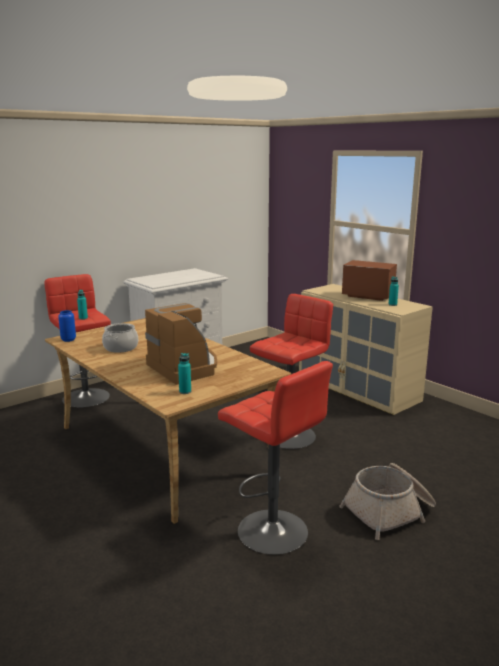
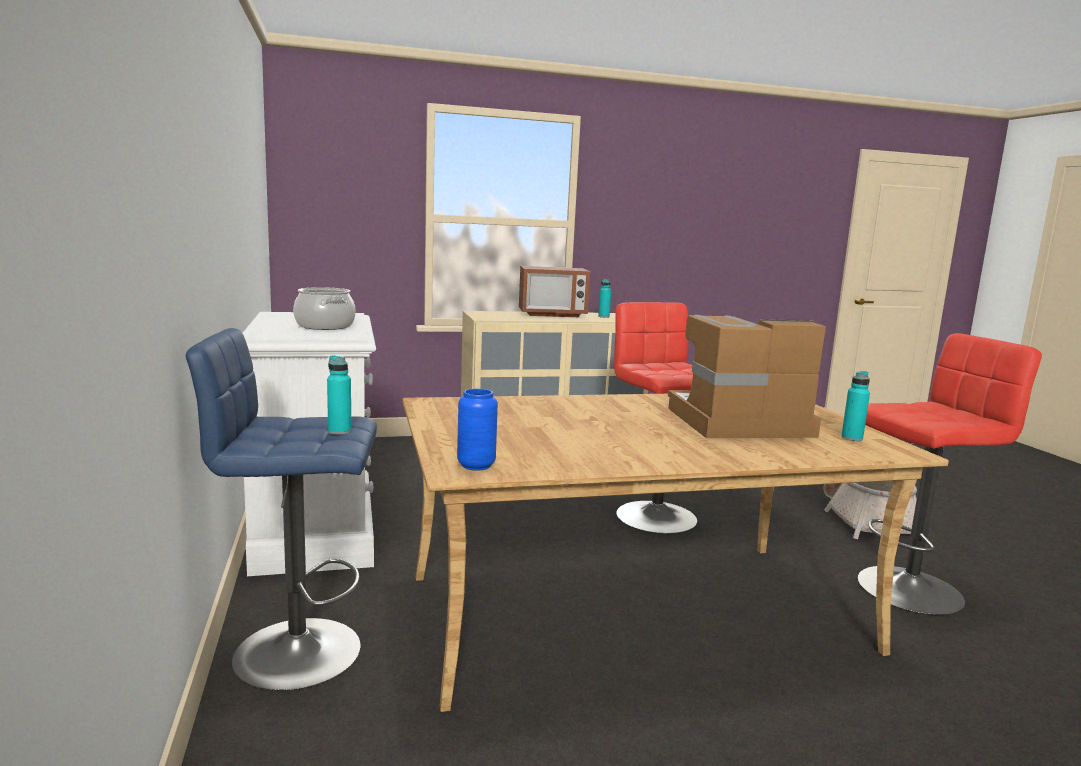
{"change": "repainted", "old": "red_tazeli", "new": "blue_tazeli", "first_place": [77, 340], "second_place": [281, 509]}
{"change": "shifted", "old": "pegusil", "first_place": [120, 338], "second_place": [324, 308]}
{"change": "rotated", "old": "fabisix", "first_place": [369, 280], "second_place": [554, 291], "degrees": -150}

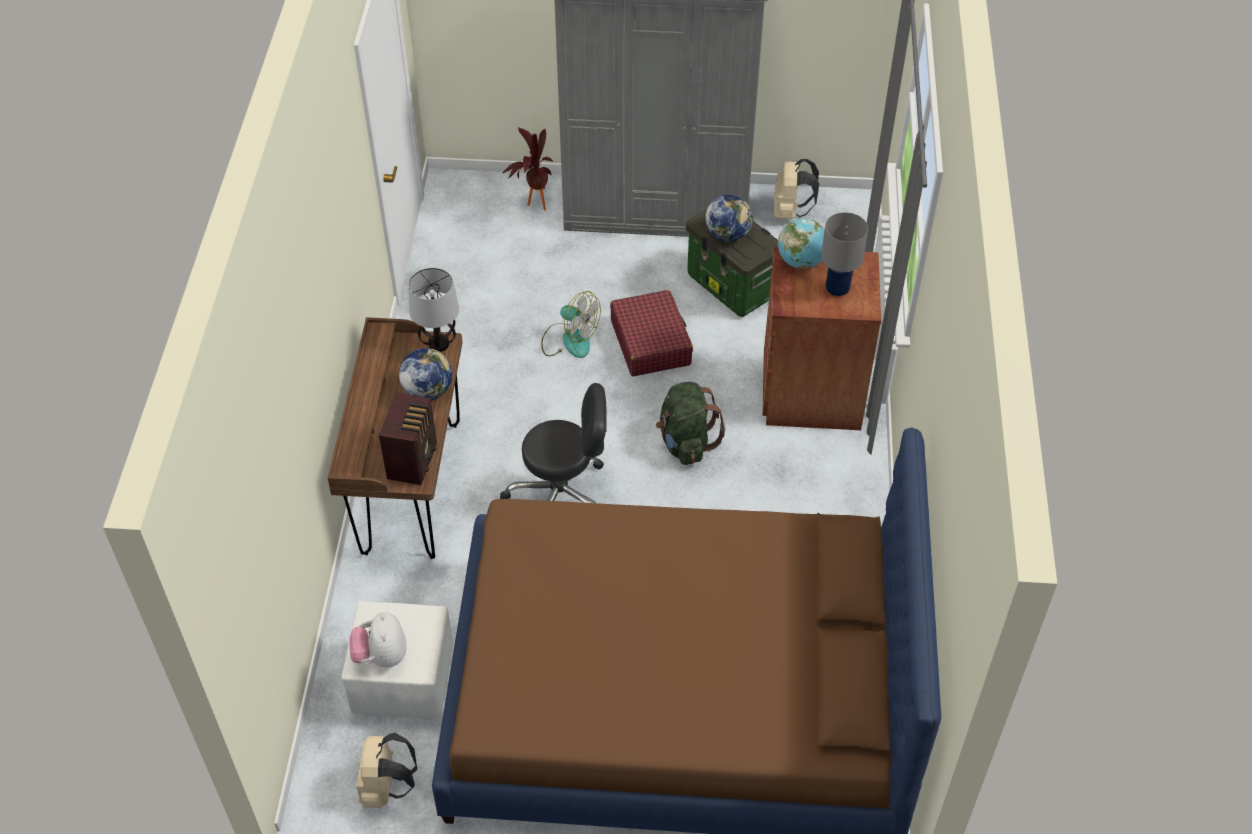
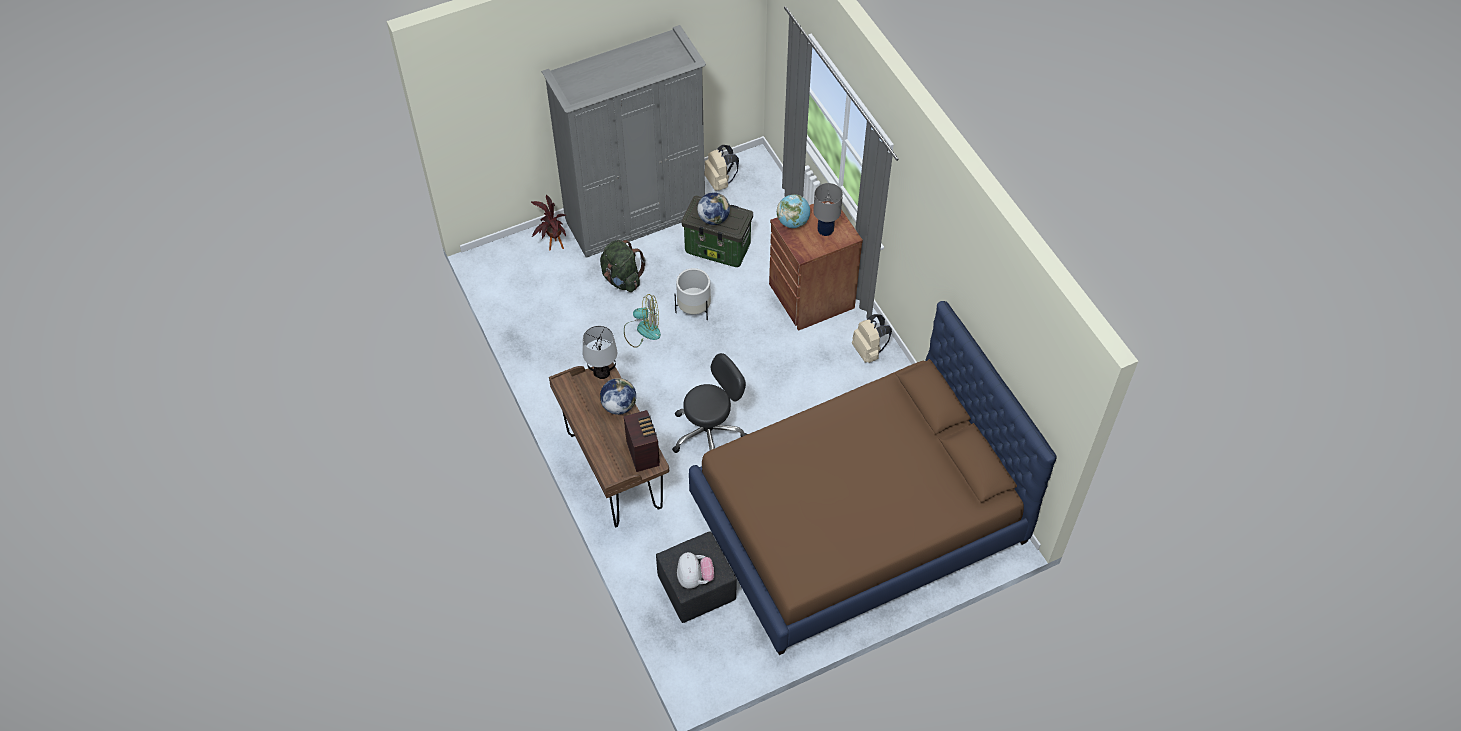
{"change": "repainted", "old": "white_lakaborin", "new": "black_lakaborin", "first_place": [397, 660], "second_place": [696, 577]}
{"change": "rotated", "old": "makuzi", "first_place": [378, 639], "second_place": [695, 570], "degrees": -150}
{"change": "shifted", "old": "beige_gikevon", "first_place": [386, 770], "second_place": [872, 338]}
{"change": "swapped", "old": "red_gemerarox", "new": "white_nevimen", "first_place": [651, 333], "second_place": [693, 294]}
{"change": "shifted", "old": "green_gikevon", "first_place": [691, 423], "second_place": [623, 266]}

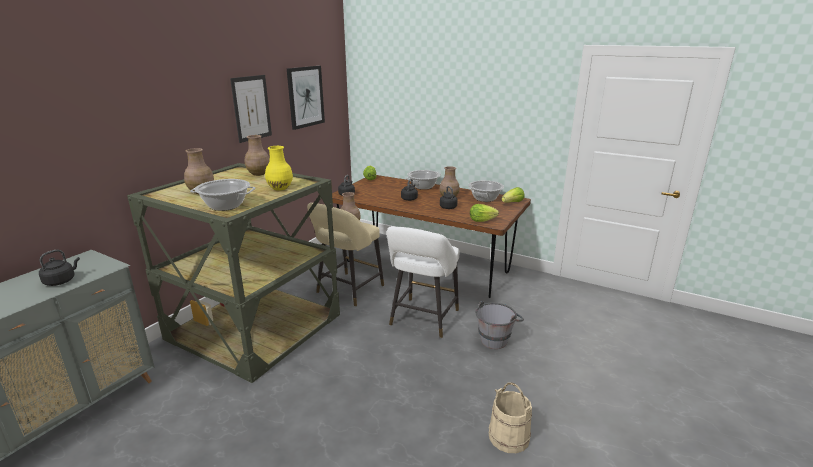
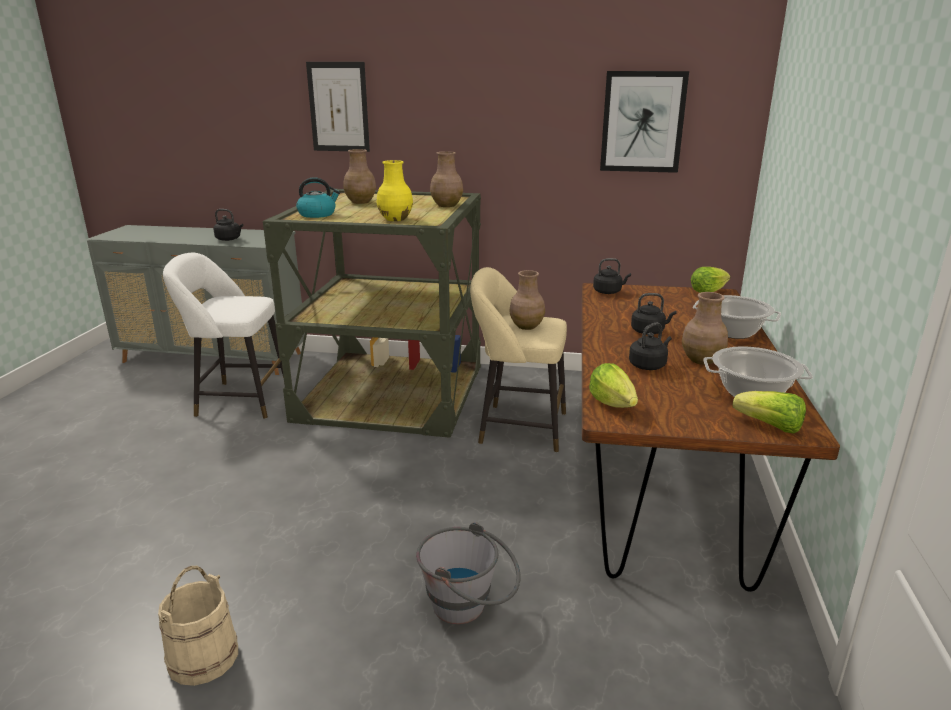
{"change": "swapped", "old": "pegusil", "new": "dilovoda", "first_place": [223, 195], "second_place": [318, 197]}
{"change": "shifted", "old": "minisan", "first_place": [251, 109], "second_place": [338, 107]}
{"change": "shifted", "old": "white_tazeli", "first_place": [423, 282], "second_place": [223, 336]}

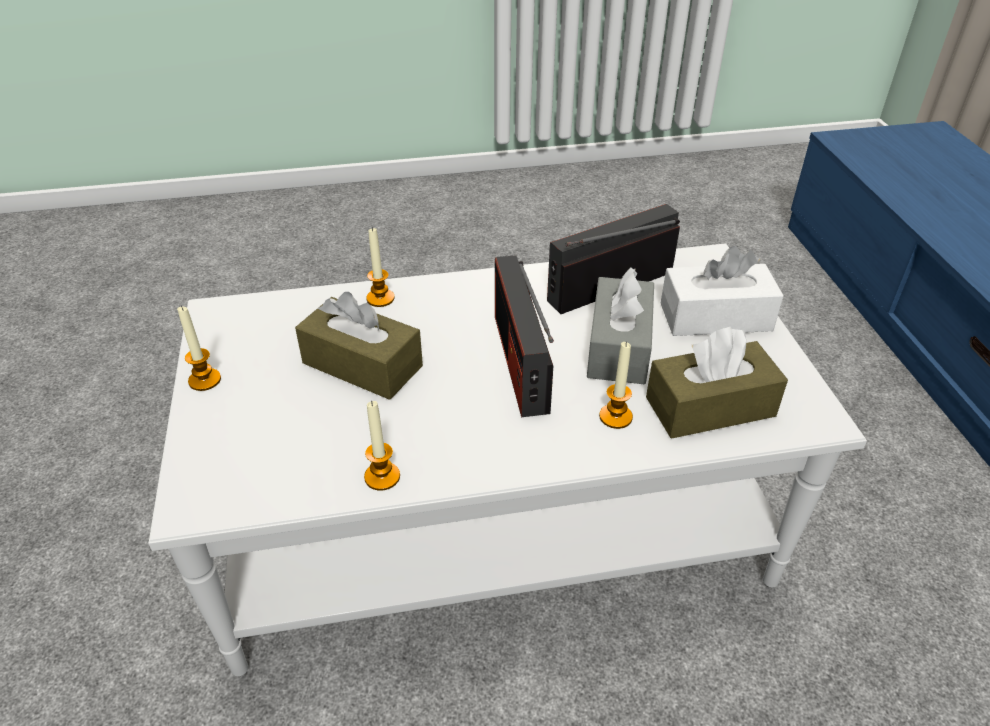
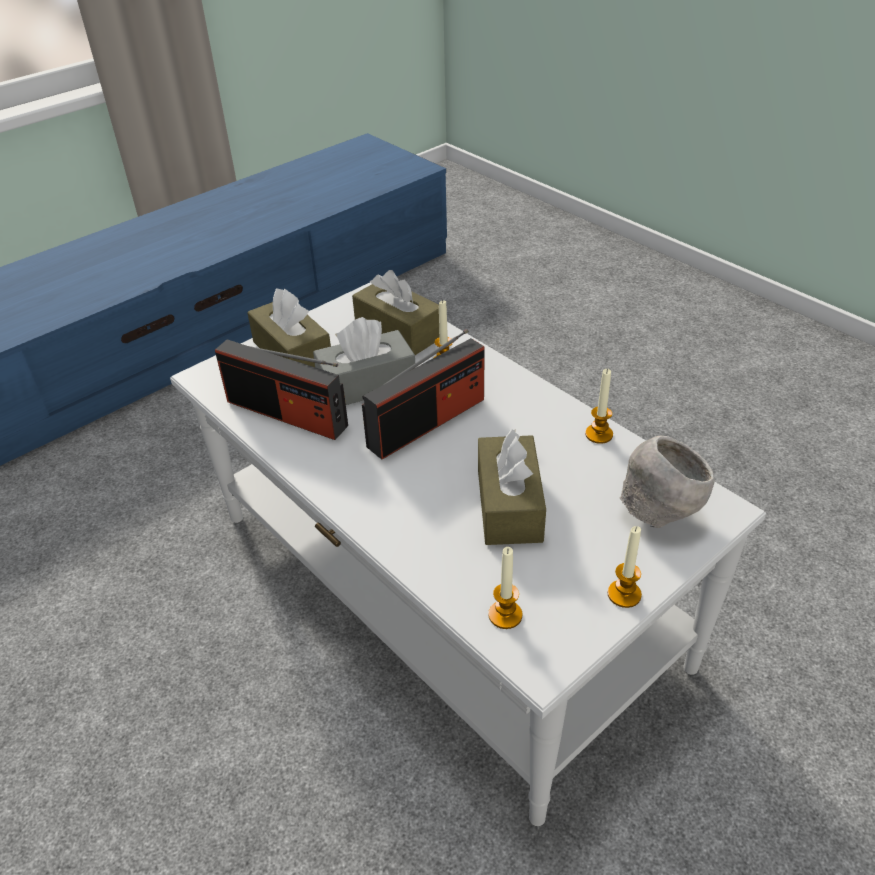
{"change": "shifted", "old": "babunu", "first_place": [380, 267], "second_place": [505, 588]}
{"change": "repainted", "old": "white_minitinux", "new": "brown_minitinux", "first_place": [722, 291], "second_place": [289, 327]}
{"change": "new", "new": "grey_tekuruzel", "second_place": [667, 482]}

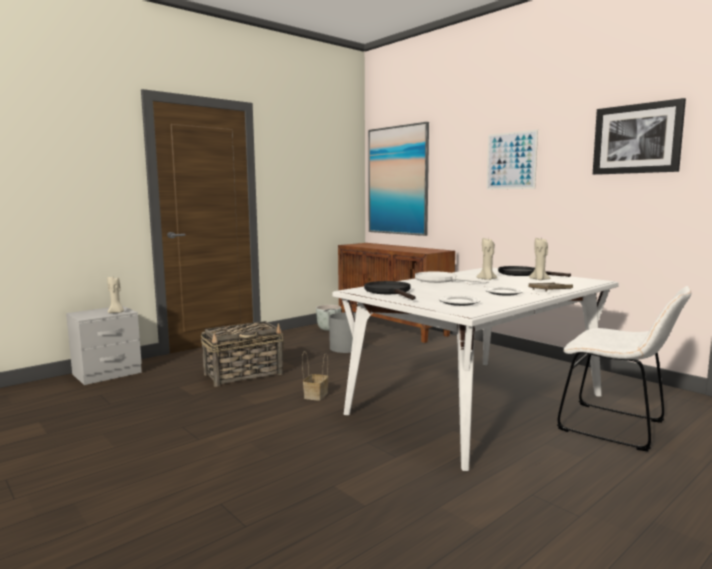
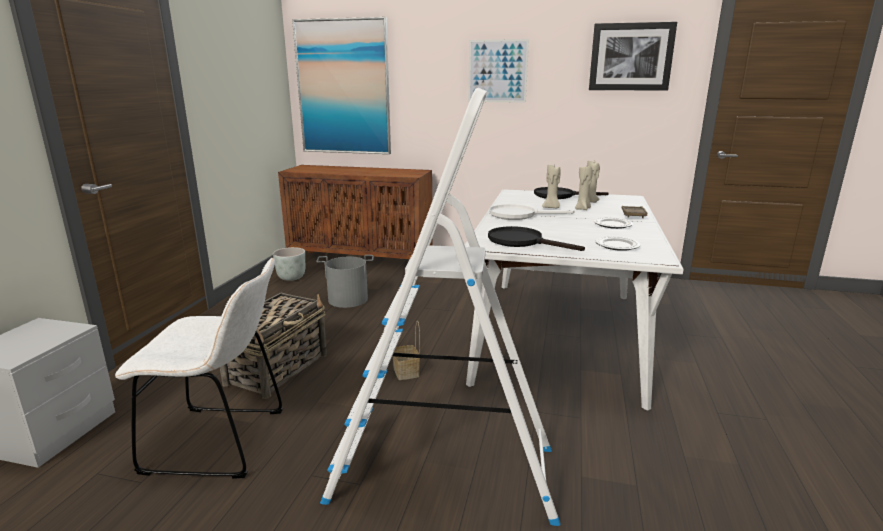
{"change": "shifted", "old": "beige_babunu", "first_place": [115, 294], "second_place": [584, 187]}
{"change": "shifted", "old": "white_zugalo", "first_place": [624, 368], "second_place": [199, 368]}
{"change": "new", "new": "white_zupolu", "second_place": [440, 307]}

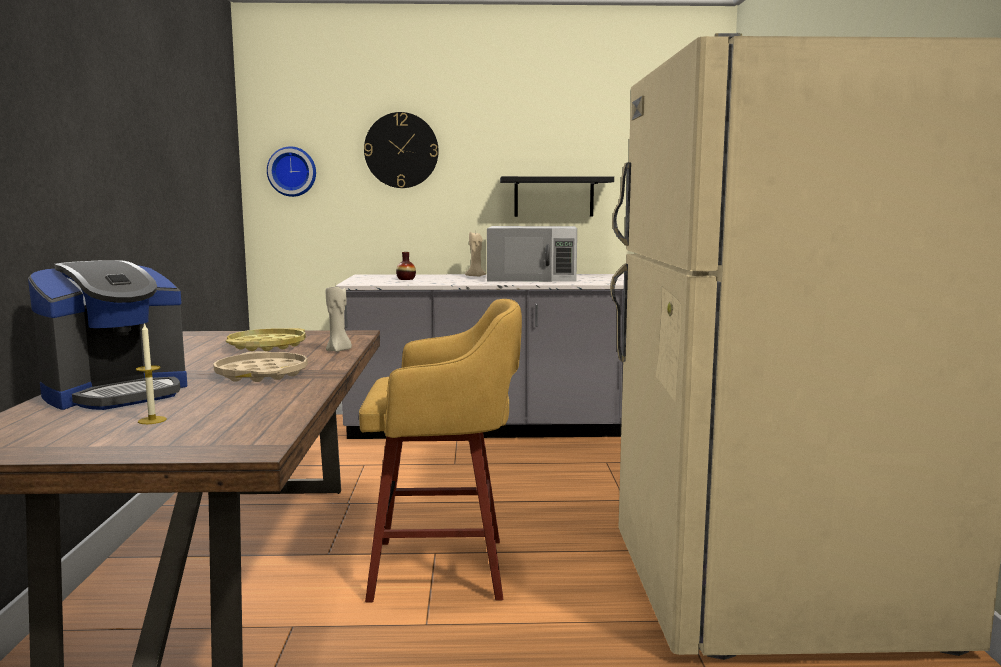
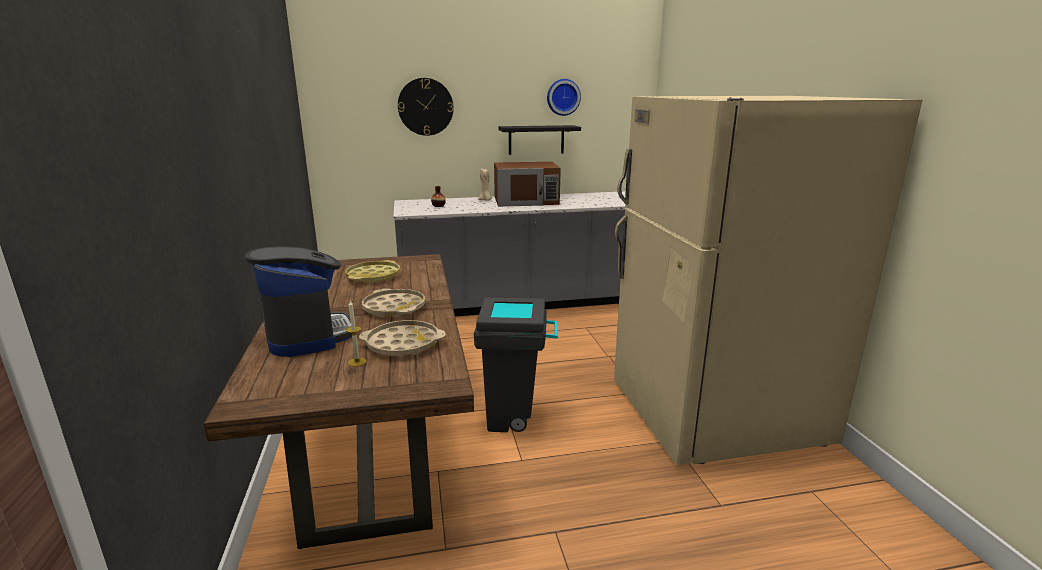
{"change": "rotated", "old": "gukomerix", "first_place": [107, 335], "second_place": [298, 301], "degrees": -60}
{"change": "shifted", "old": "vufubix", "first_place": [291, 171], "second_place": [564, 97]}
{"change": "gone", "old": "beige_babunu", "first_place": [339, 318]}
{"change": "swapped", "old": "yellow_tazeli", "new": "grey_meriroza", "first_place": [440, 450], "second_place": [516, 365]}
{"change": "repainted", "old": "white_fabisix", "new": "brown_fabisix", "first_place": [532, 254], "second_place": [527, 184]}
{"change": "new", "new": "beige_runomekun", "second_place": [402, 338]}

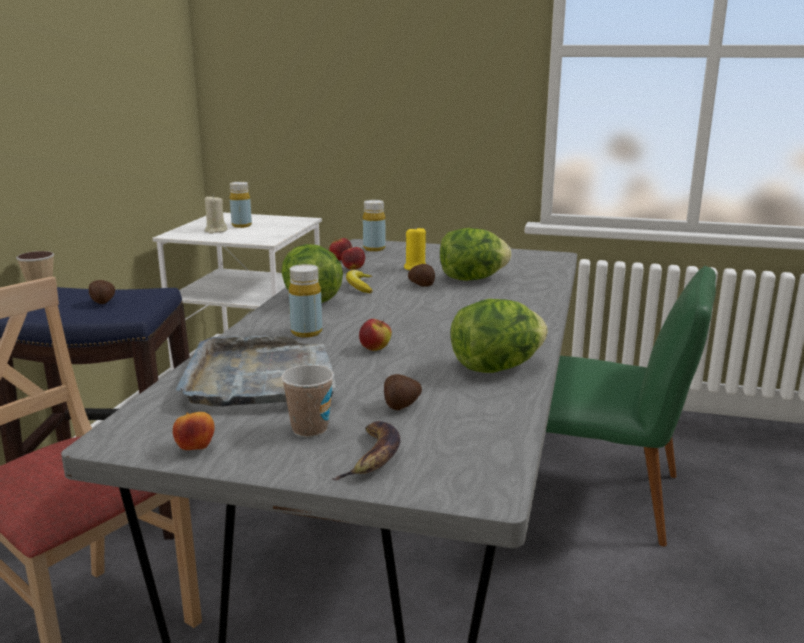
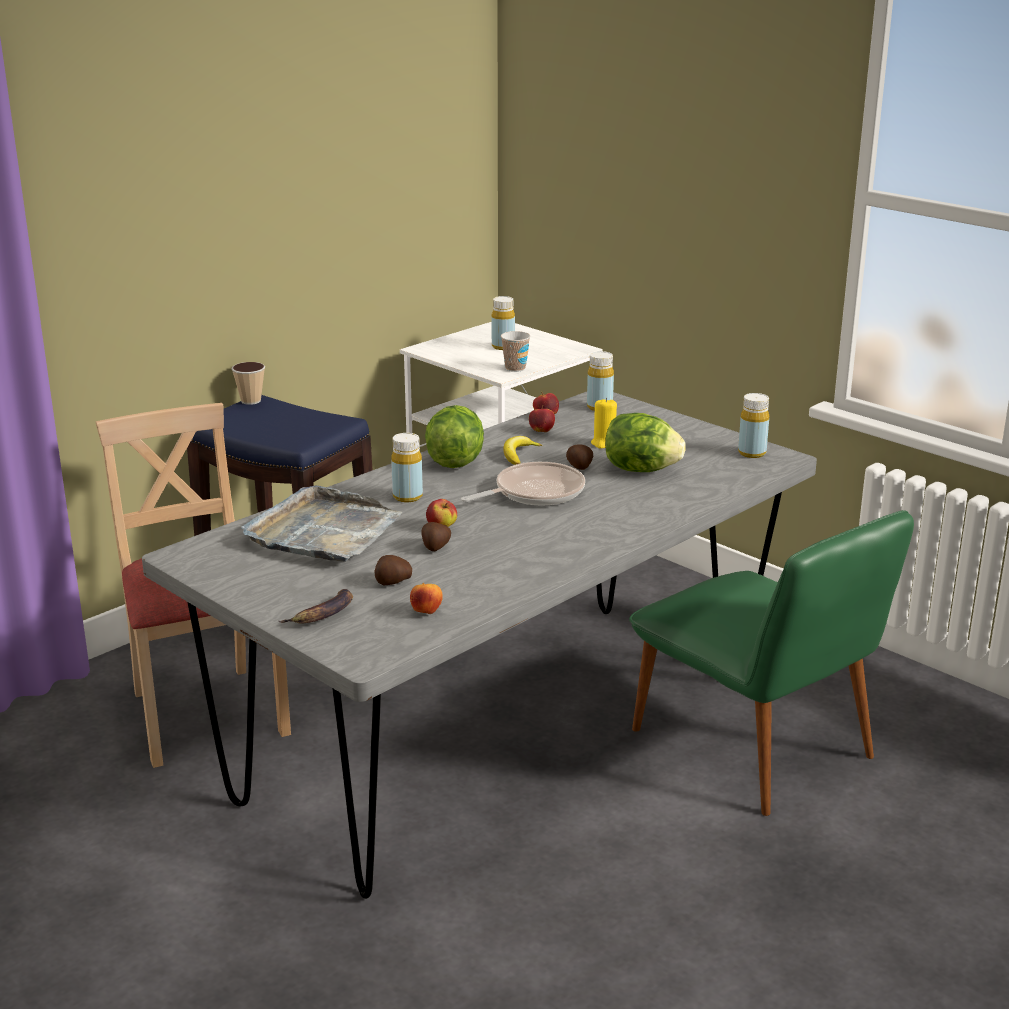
{"change": "shifted", "old": "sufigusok", "first_place": [102, 292], "second_place": [436, 536]}
{"change": "shifted", "old": "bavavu", "first_place": [194, 431], "second_place": [426, 598]}
{"change": "gone", "old": "beige_babunu", "first_place": [216, 214]}
{"change": "shifted", "old": "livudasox", "first_place": [307, 401], "second_place": [515, 351]}
{"change": "gone", "old": "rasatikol", "first_place": [499, 336]}
{"change": "new", "new": "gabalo", "second_place": [523, 484]}
{"change": "new", "new": "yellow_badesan", "second_place": [753, 425]}

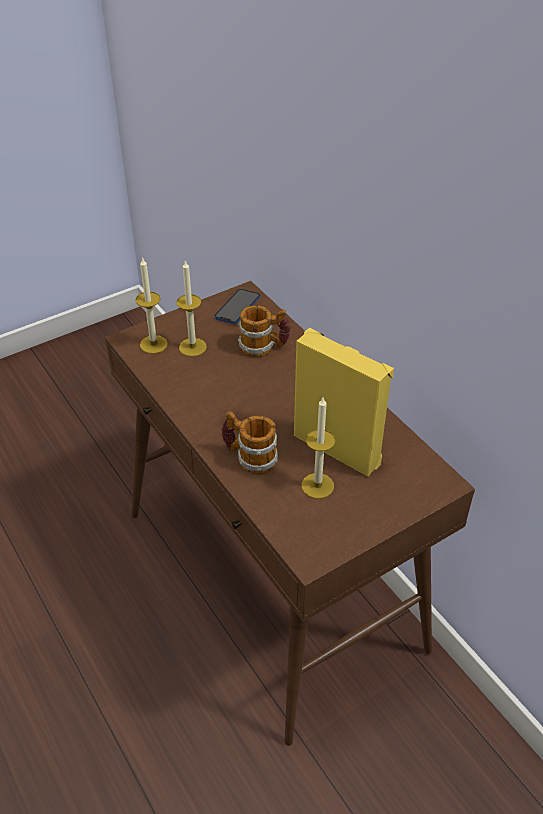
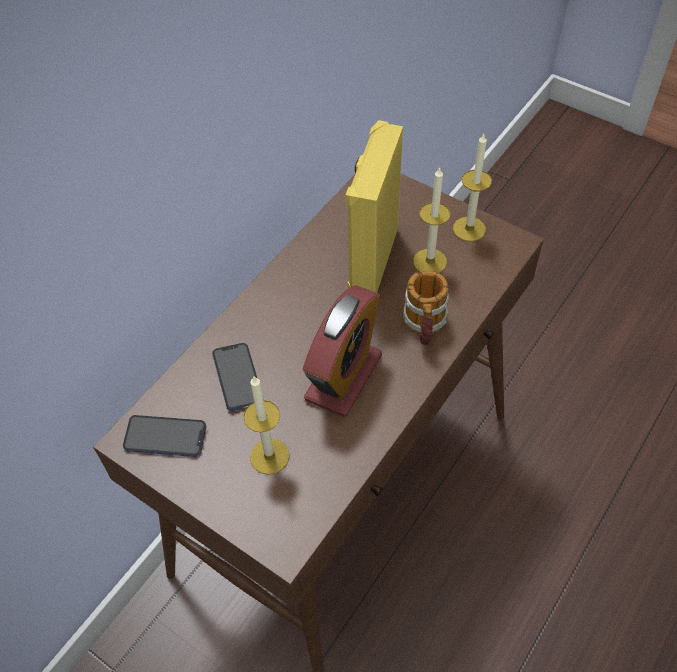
{"change": "shifted", "old": "babunu", "first_place": [151, 305], "second_place": [472, 188]}
{"change": "swapped", "old": "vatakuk", "new": "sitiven", "first_place": [264, 331], "second_place": [238, 377]}
{"change": "new", "new": "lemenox", "second_place": [342, 351]}

